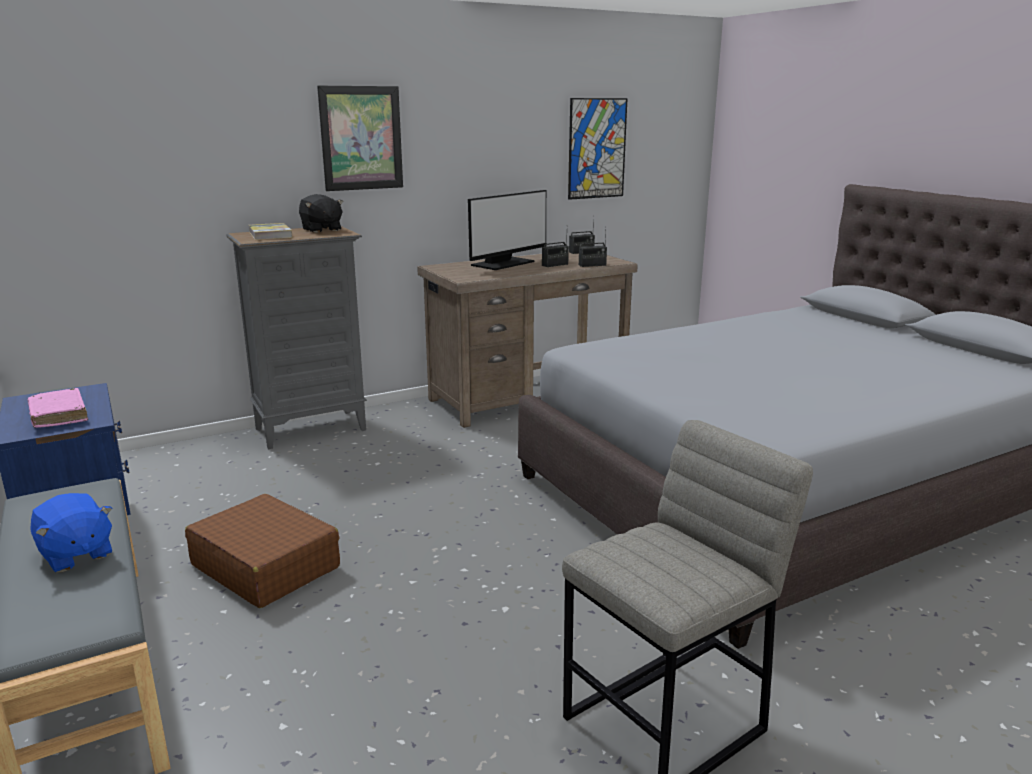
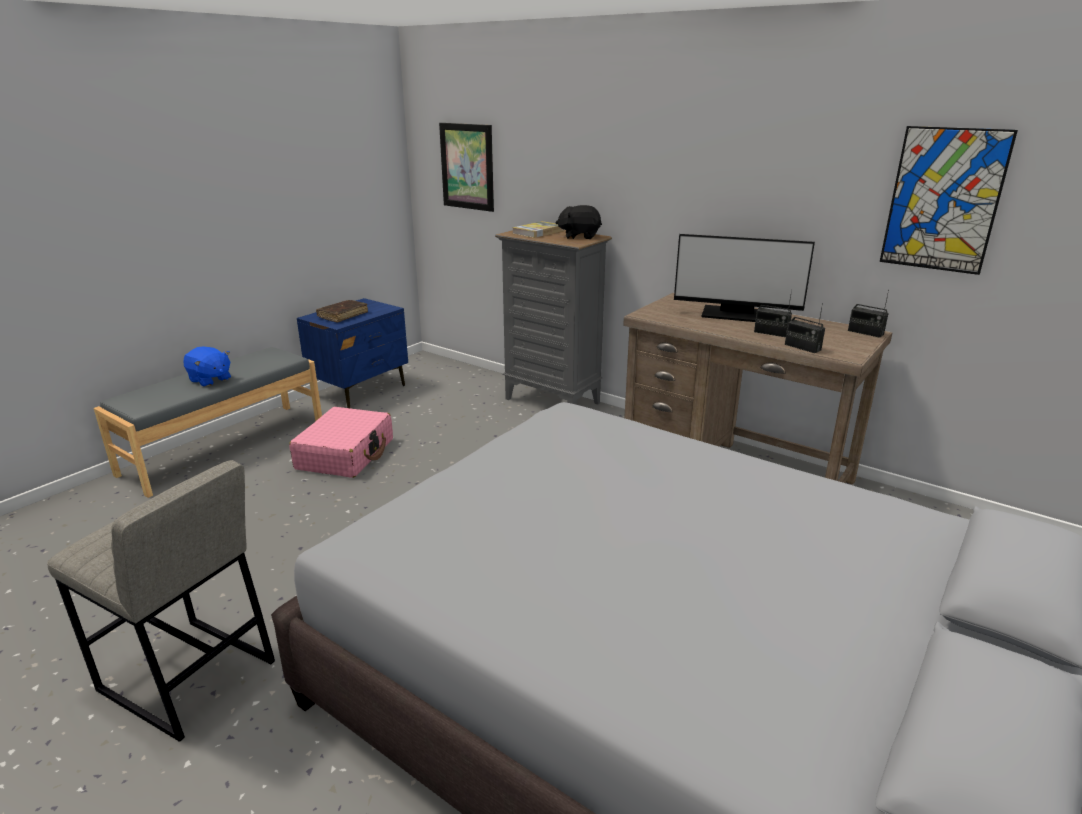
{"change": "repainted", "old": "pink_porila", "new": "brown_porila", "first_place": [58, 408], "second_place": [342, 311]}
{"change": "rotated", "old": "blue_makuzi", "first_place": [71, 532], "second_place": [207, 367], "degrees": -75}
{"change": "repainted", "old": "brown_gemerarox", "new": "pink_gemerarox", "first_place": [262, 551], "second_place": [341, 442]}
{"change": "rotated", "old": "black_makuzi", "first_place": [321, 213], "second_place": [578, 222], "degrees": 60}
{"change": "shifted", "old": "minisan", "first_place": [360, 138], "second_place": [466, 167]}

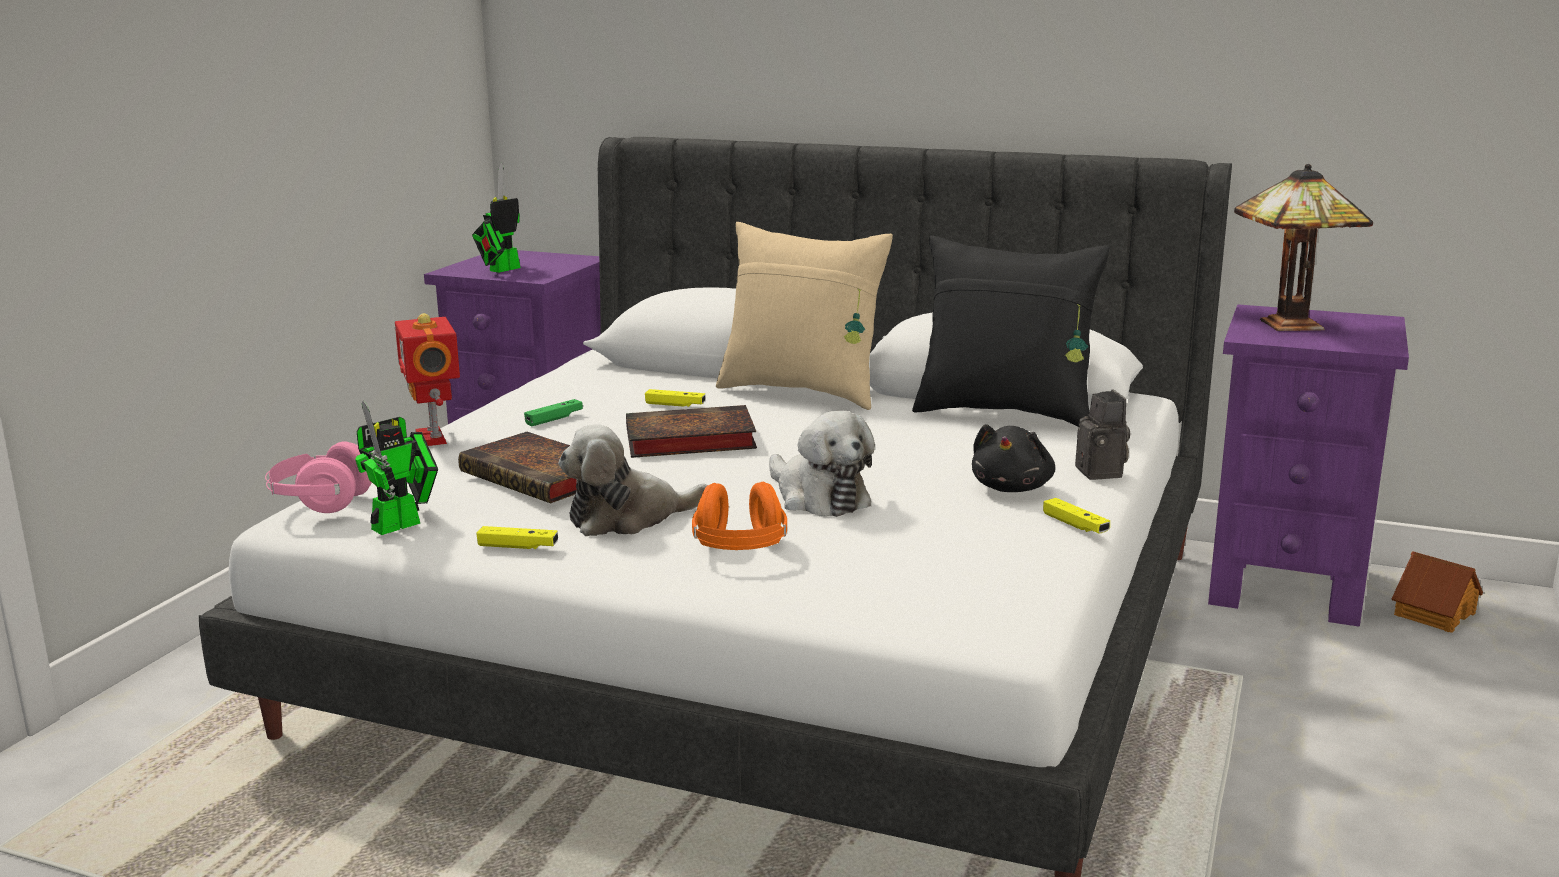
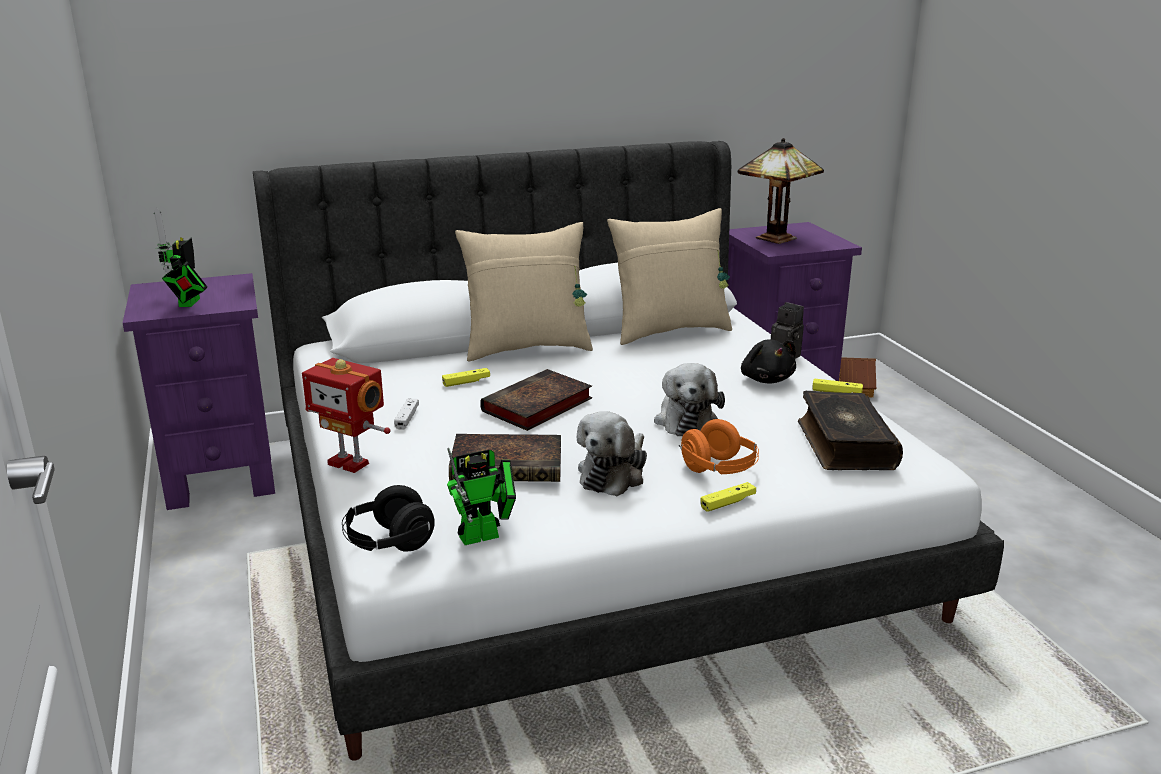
{"change": "repainted", "old": "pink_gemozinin", "new": "black_gemozinin", "first_place": [318, 477], "second_place": [388, 518]}
{"change": "rotated", "old": "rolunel", "first_place": [396, 467], "second_place": [481, 496], "degrees": 60}
{"change": "shifted", "old": "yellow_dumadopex", "first_place": [517, 537], "second_place": [728, 497]}
{"change": "repainted", "old": "green_dumadopex", "new": "white_dumadopex", "first_place": [553, 412], "second_place": [406, 414]}
{"change": "rotated", "old": "makuzi", "first_place": [822, 464], "second_place": [689, 399], "degrees": 75}
{"change": "repainted", "old": "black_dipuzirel", "new": "beige_dipuzirel", "first_place": [1010, 331], "second_place": [669, 276]}
{"change": "new", "new": "porila", "second_place": [850, 430]}

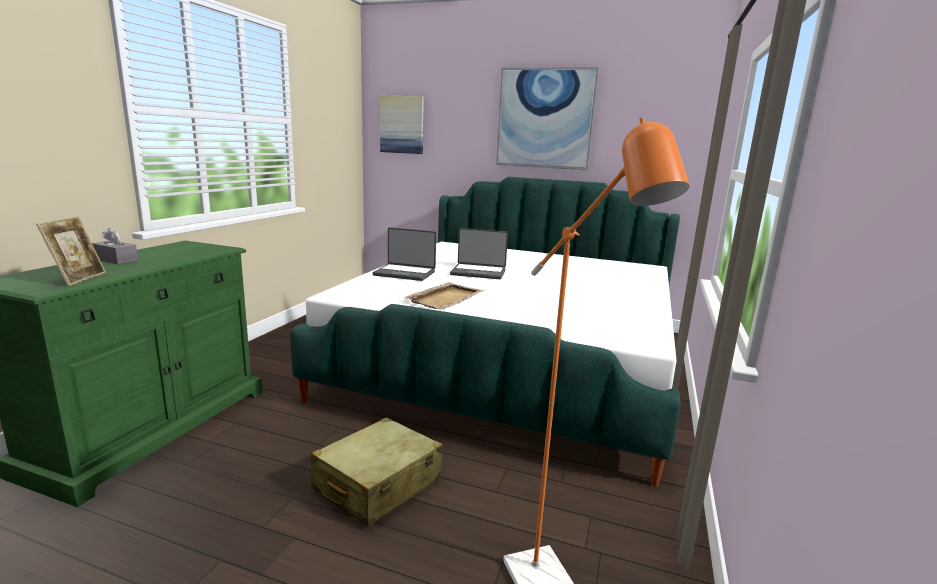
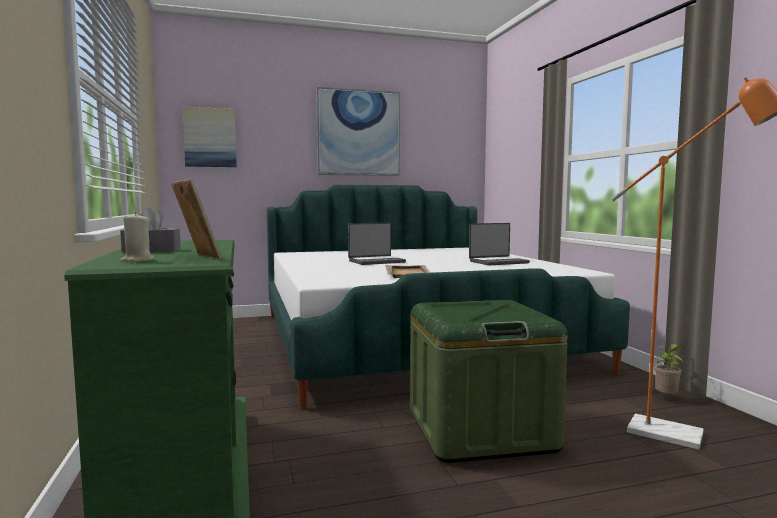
{"change": "swapped", "old": "beige_gemerarox", "new": "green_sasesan", "first_place": [377, 472], "second_place": [489, 381]}
{"change": "shifted", "old": "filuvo", "first_place": [404, 254], "second_place": [499, 244]}
{"change": "new", "new": "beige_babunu", "second_place": [137, 237]}
{"change": "new", "new": "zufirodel", "second_place": [669, 369]}

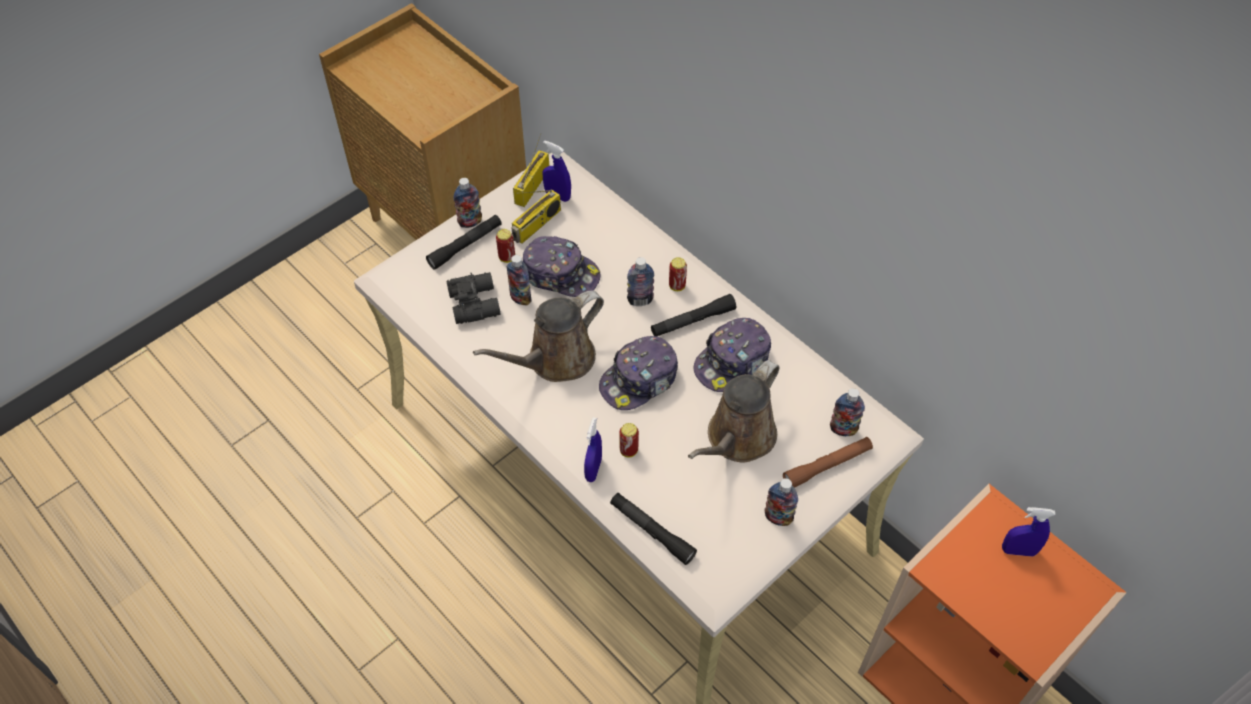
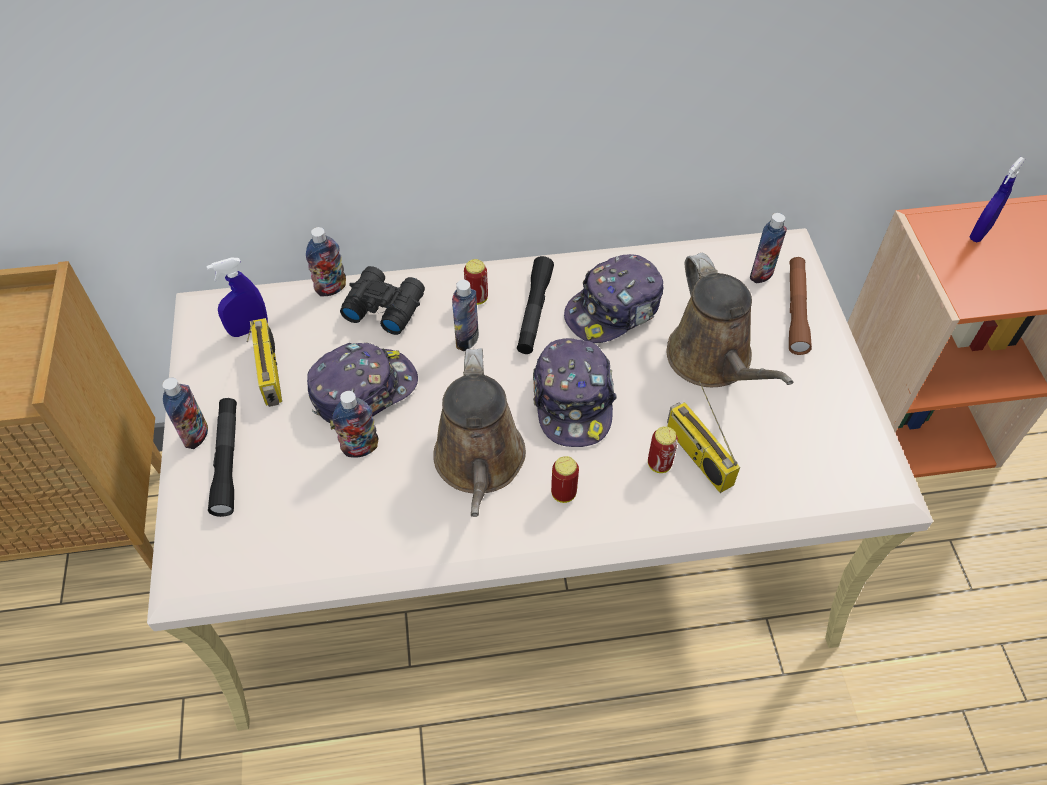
{"change": "shifted", "old": "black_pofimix", "first_place": [474, 298], "second_place": [382, 300]}
{"change": "shifted", "old": "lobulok", "first_place": [505, 246], "second_place": [565, 479]}
{"change": "shifted", "old": "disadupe", "first_place": [531, 170], "second_place": [703, 437]}
{"change": "gone", "old": "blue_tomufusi", "first_place": [593, 449]}
{"change": "gone", "old": "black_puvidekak", "first_place": [653, 529]}
{"change": "rotated", "old": "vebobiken", "first_place": [732, 355], "second_place": [614, 298], "degrees": 60}
{"change": "shifted", "old": "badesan", "first_place": [781, 502], "second_place": [326, 262]}

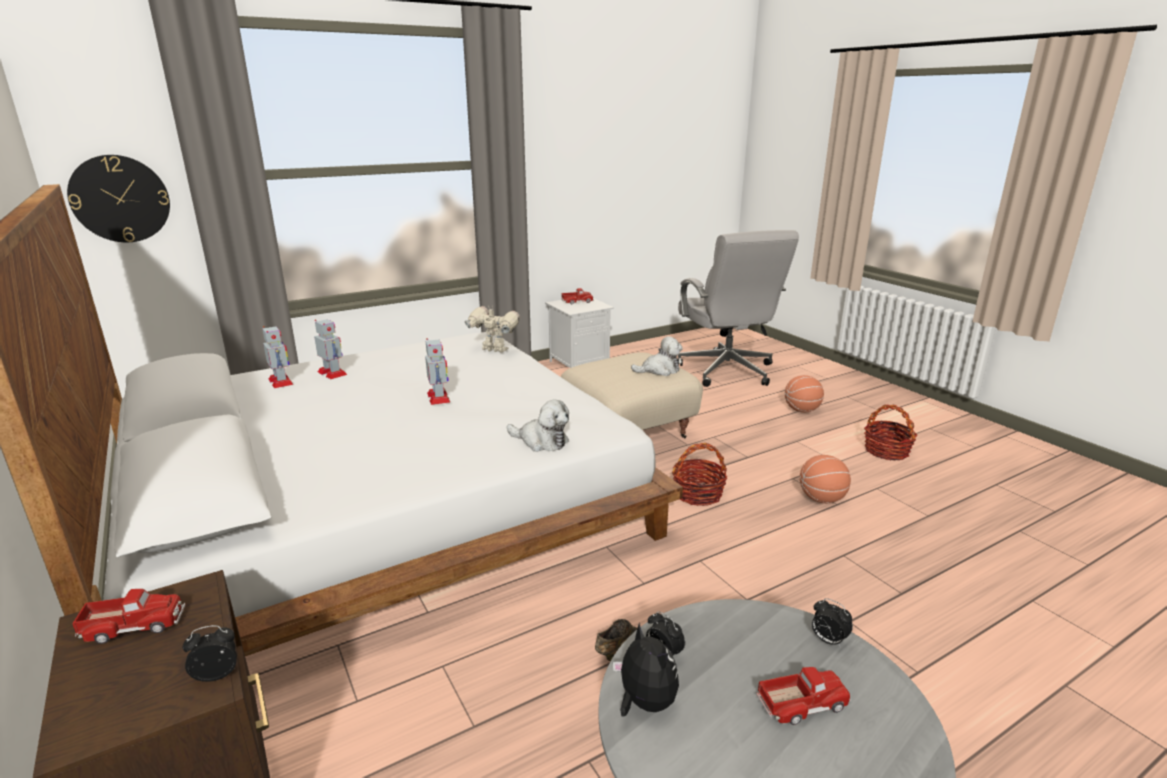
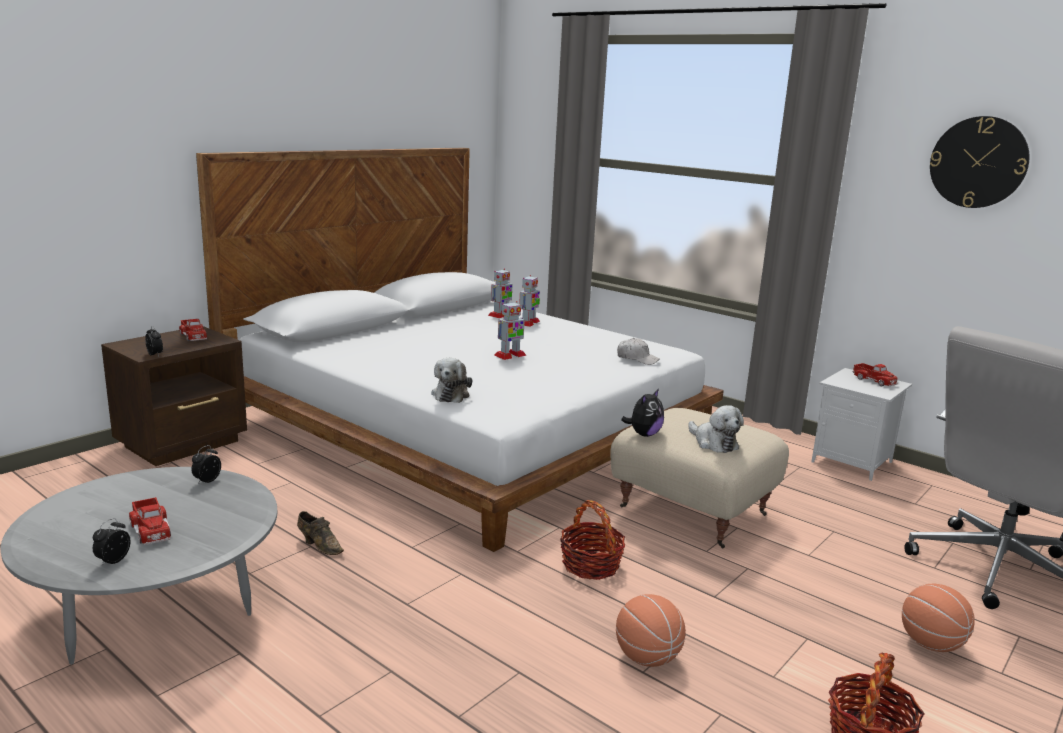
{"change": "shifted", "old": "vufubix", "first_place": [118, 198], "second_place": [979, 162]}
{"change": "swapped", "old": "rolunel", "new": "white_vebobiken", "first_place": [492, 329], "second_place": [638, 351]}
{"change": "shifted", "old": "makuzi", "first_place": [646, 670], "second_place": [642, 413]}
{"change": "shifted", "old": "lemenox", "first_place": [832, 623], "second_place": [112, 542]}

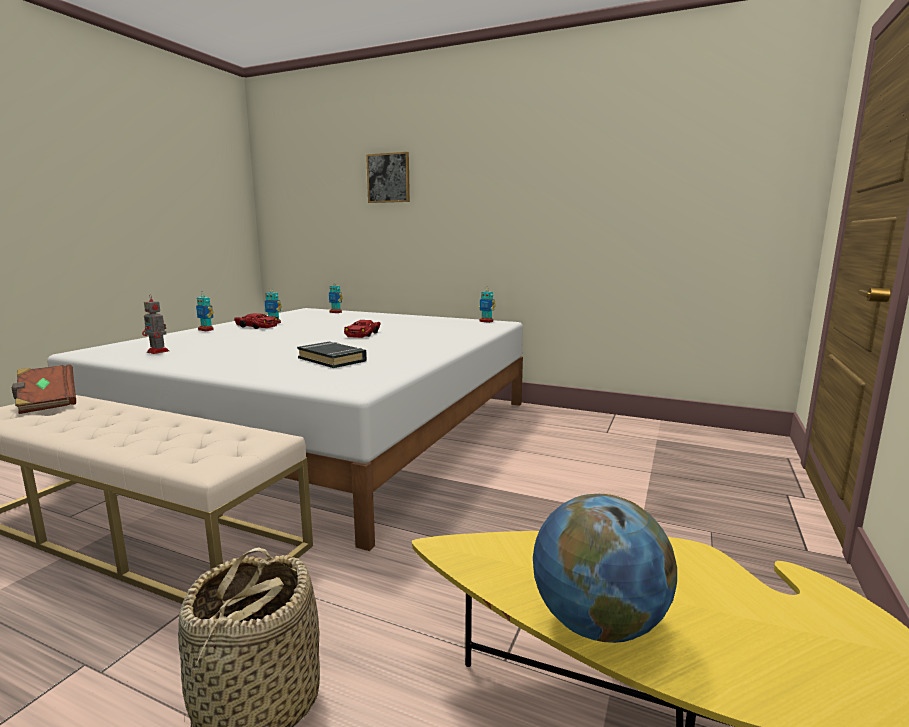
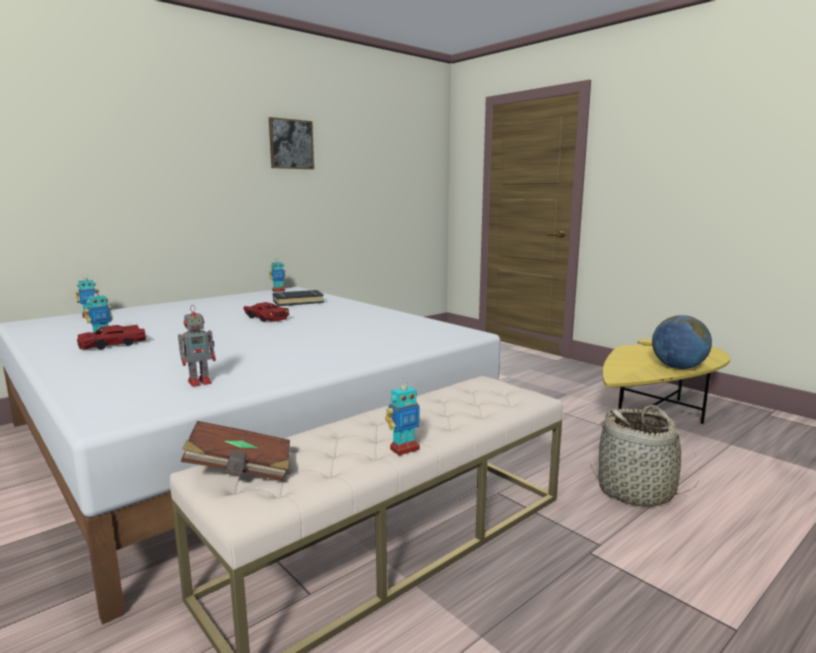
{"change": "shifted", "old": "rolunel", "first_place": [205, 311], "second_place": [403, 419]}
{"change": "shifted", "old": "black_porila", "first_place": [332, 355], "second_place": [298, 298]}
{"change": "shifted", "old": "minisan", "first_place": [388, 177], "second_place": [291, 143]}

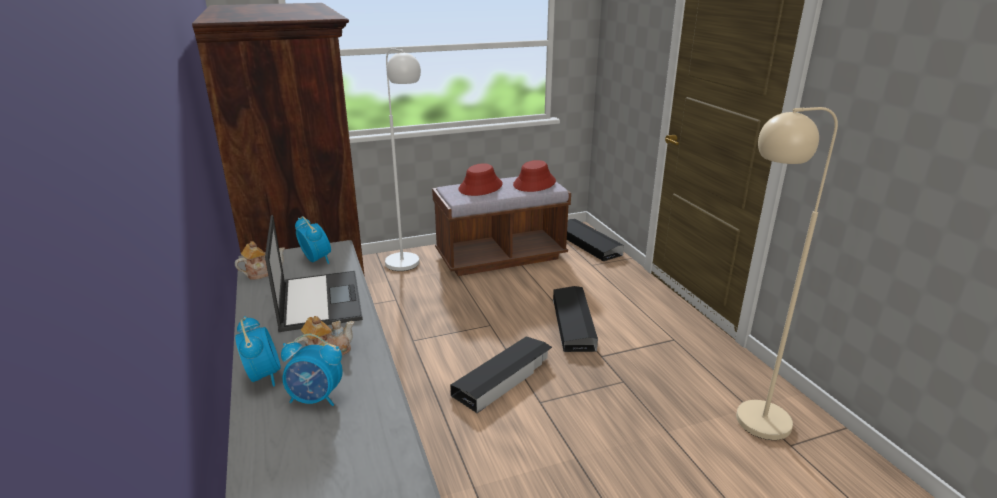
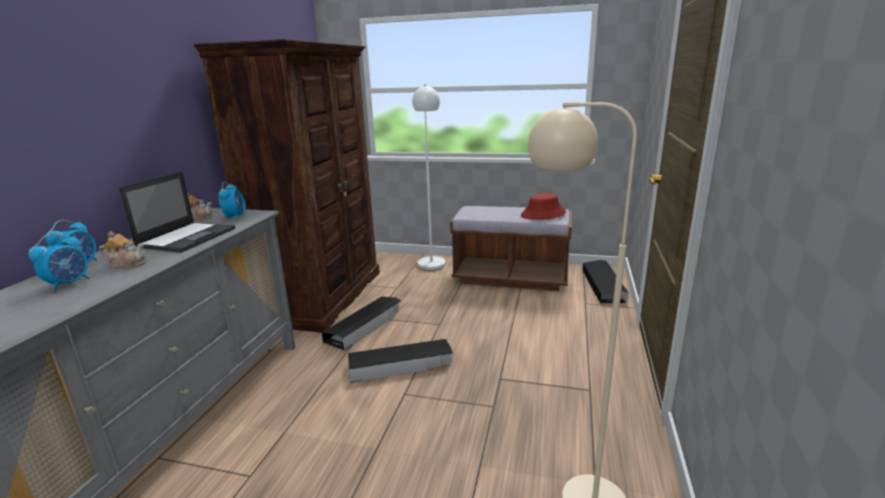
{"change": "rotated", "old": "lemenox", "first_place": [312, 370], "second_place": [59, 263], "degrees": -105}
{"change": "gone", "old": "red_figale", "first_place": [480, 179]}
{"change": "shifted", "old": "black_sasesan", "first_place": [575, 319], "second_place": [362, 324]}

